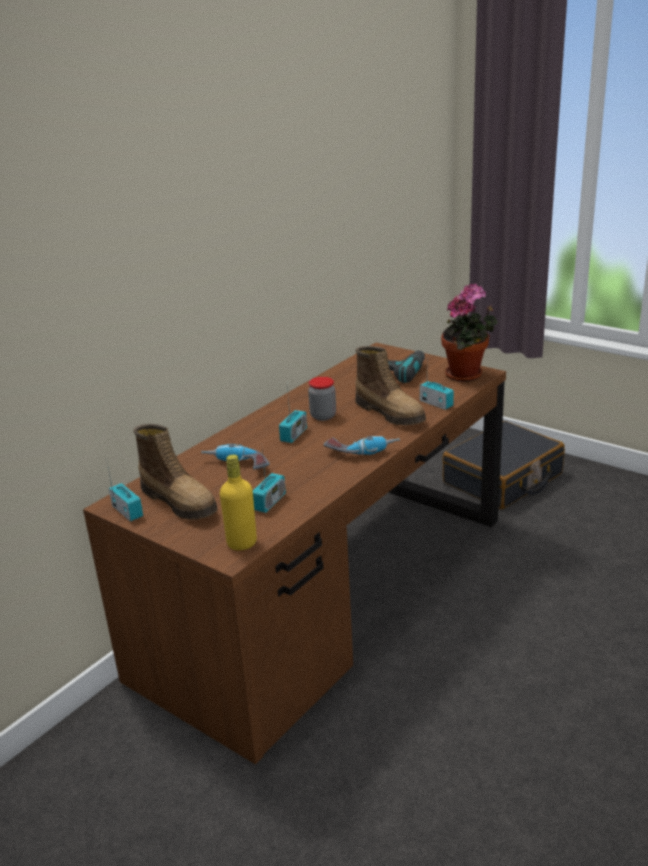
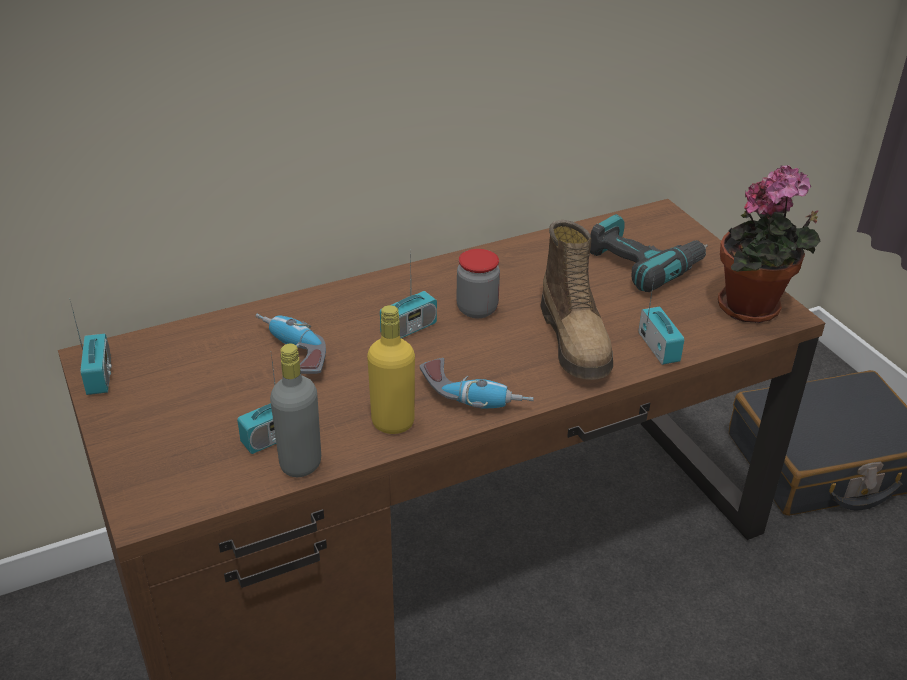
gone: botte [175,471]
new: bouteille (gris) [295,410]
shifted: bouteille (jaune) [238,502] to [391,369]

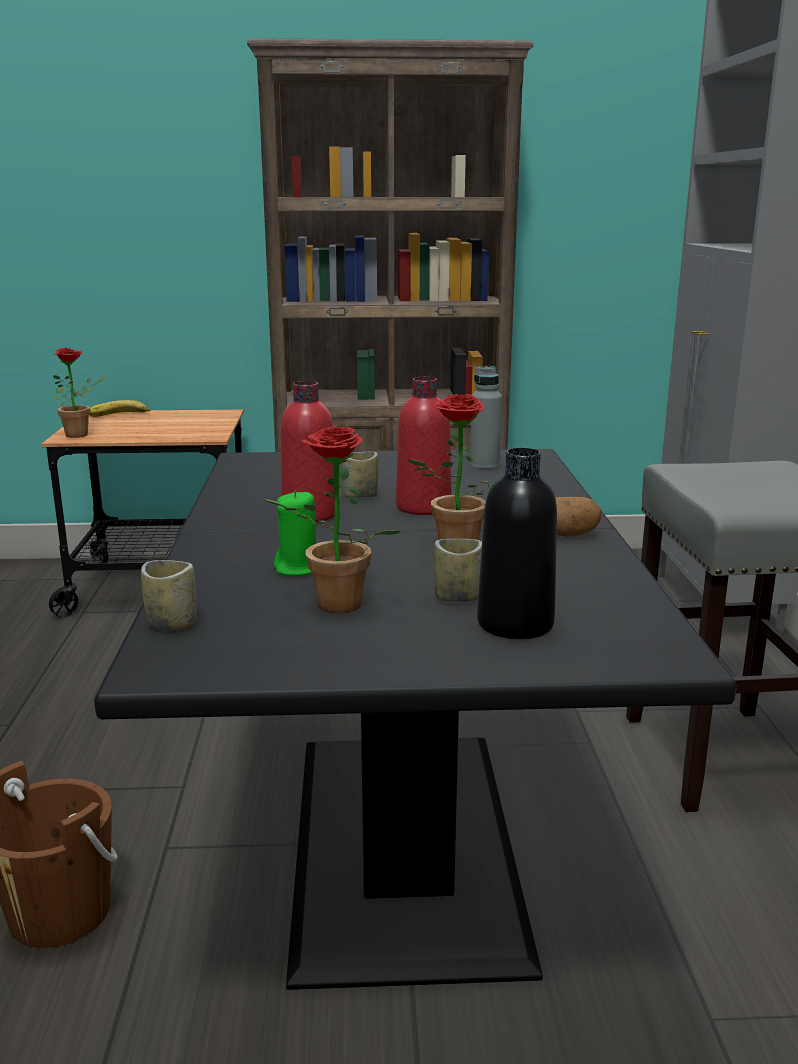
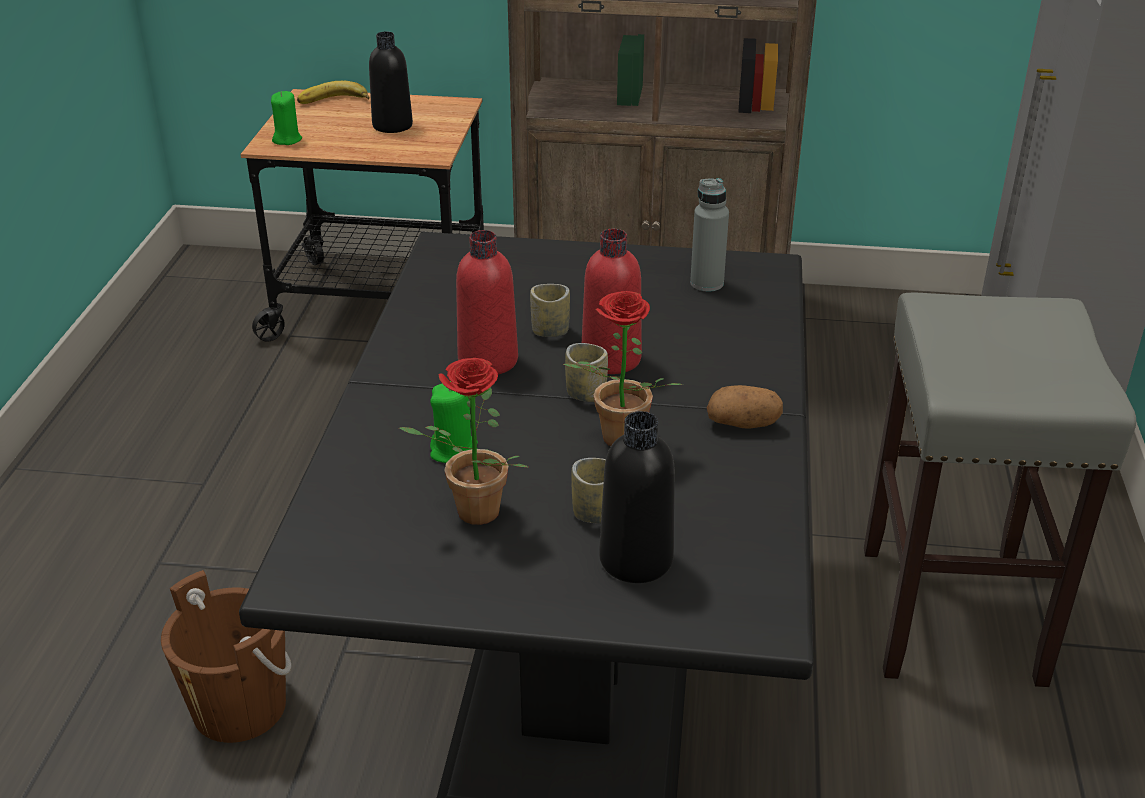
new: bouteille (noir) [391,82]
shifted: tasse [168,594] to [586,372]
swapped: plante en pot [80,393] to bougie (vert) [286,118]

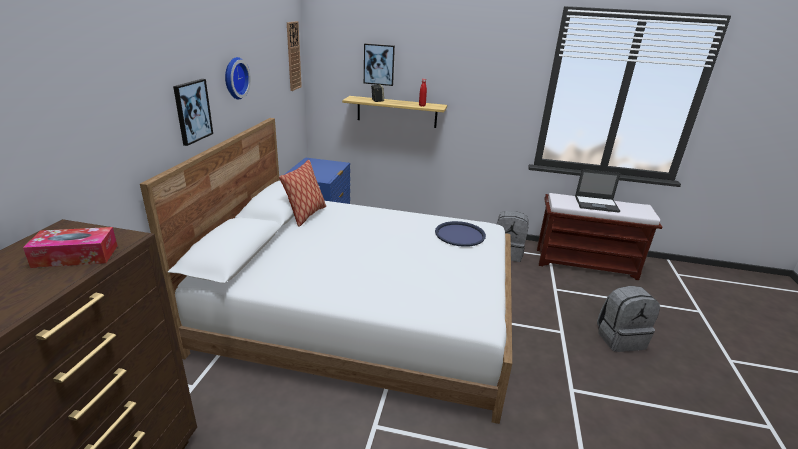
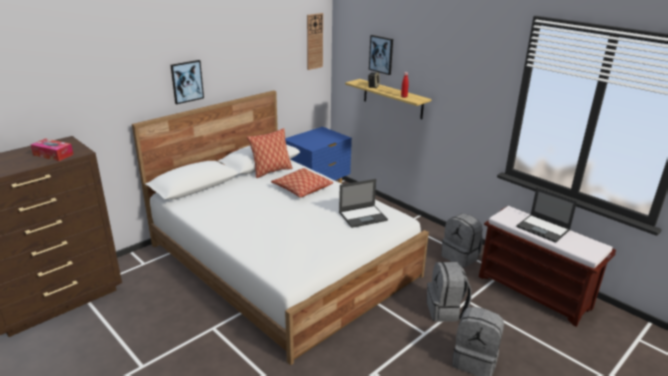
gone: horloge murale [238,78]
new: coussin [302,183]; sac à dos (gris) [449,292]
swapped: plateau (bleu) [460,234] to ordinateur portable [363,203]

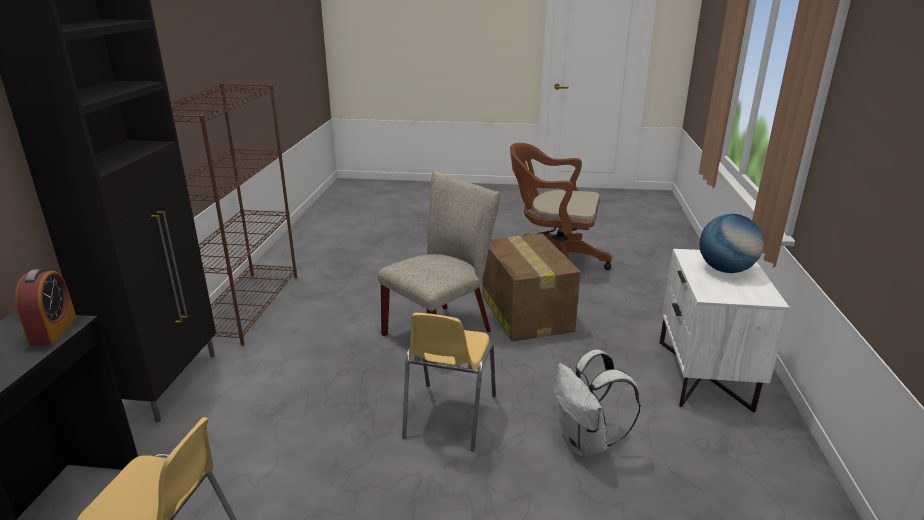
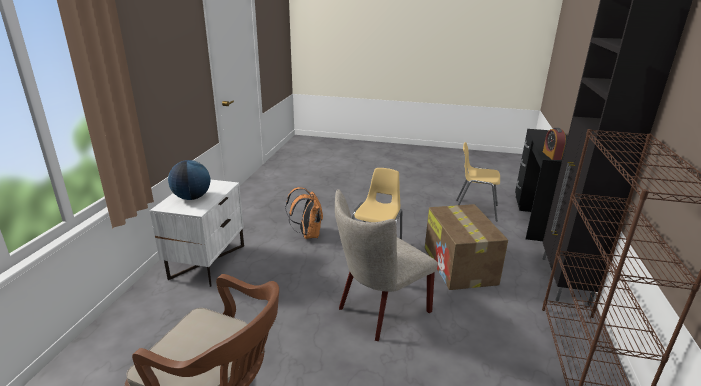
shifted: carton [531,287] to [466,247]
repainted: sac à dos (blanc) [597,403] to sac à dos (orange) [304,213]

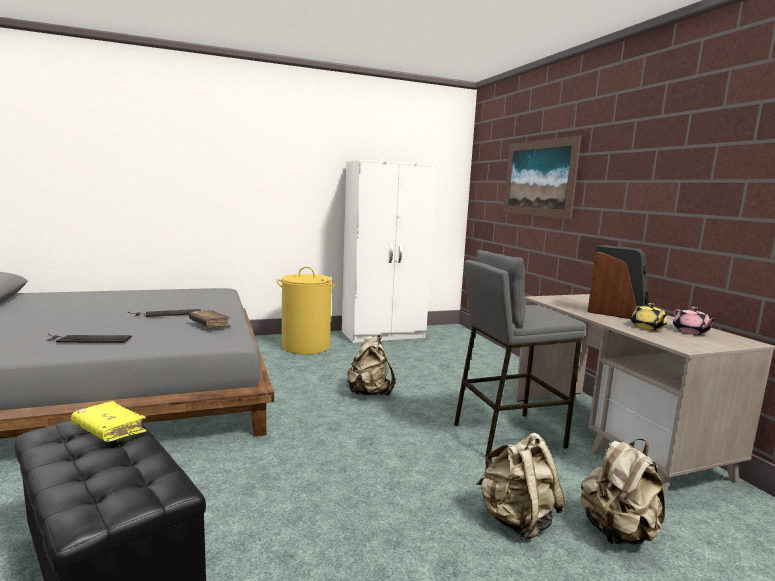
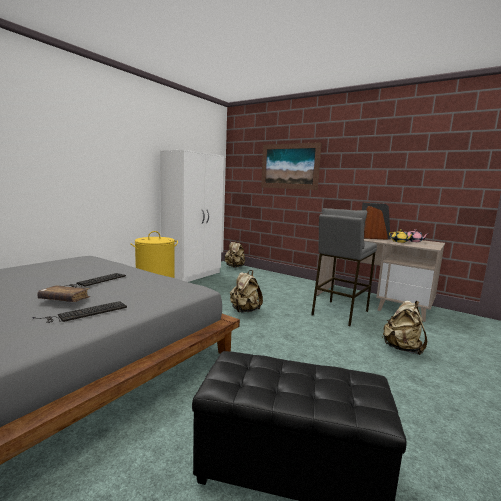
gone: livre (jaune) [109,421]
shifted: livre (marron) [210,318] to [63,293]; sac à dos (beige) [623,492] to [235,254]

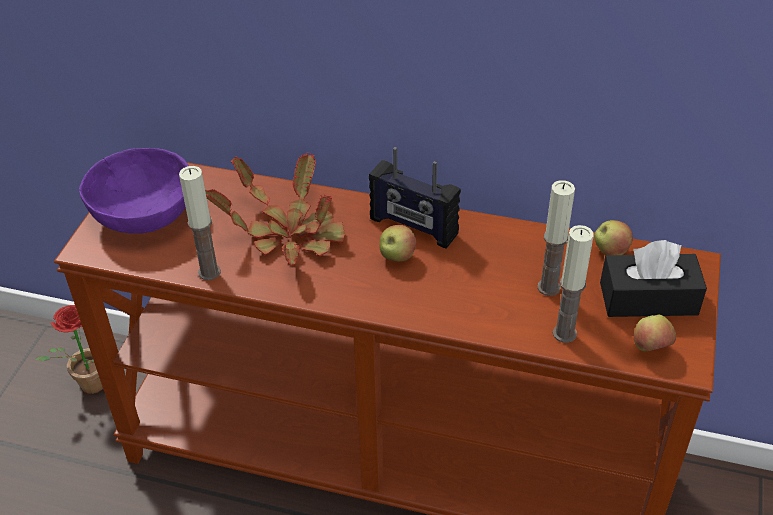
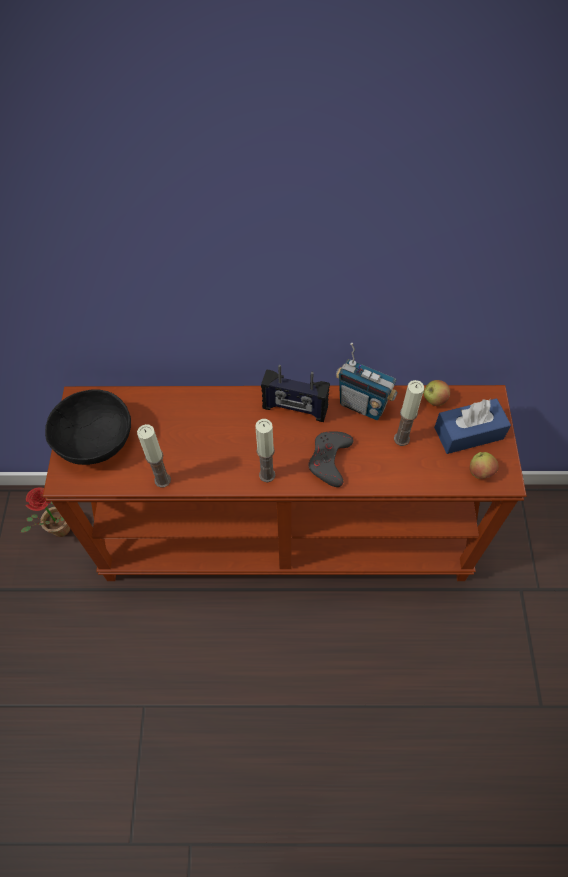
gone: plante en pot [275,208]; pomme [397,243]
new: manette (gris) [331,459]; radio [366,381]
shifted: bougie [573,284] to [265,450]
repainted: bol (violet) [134,191] to bol (noir) [88,427]; boîte à mouchoirs (noir) [653,278] to boîte à mouchoirs (bleu) [472,426]

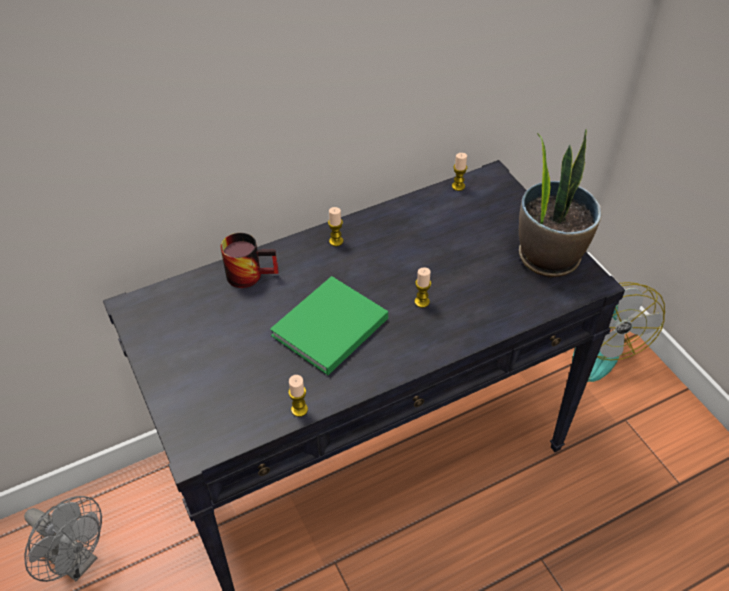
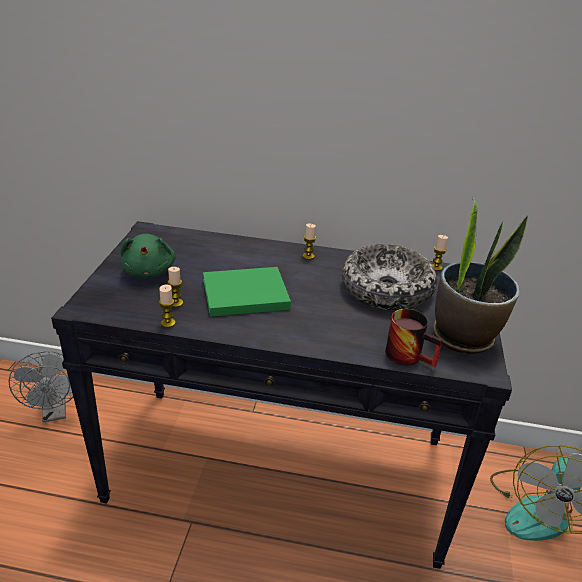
new: peluche (vert) [148,256]; bol [389,277]
shifted: mug [249,260] to [413,338]; bougie [423,287] to [175,287]

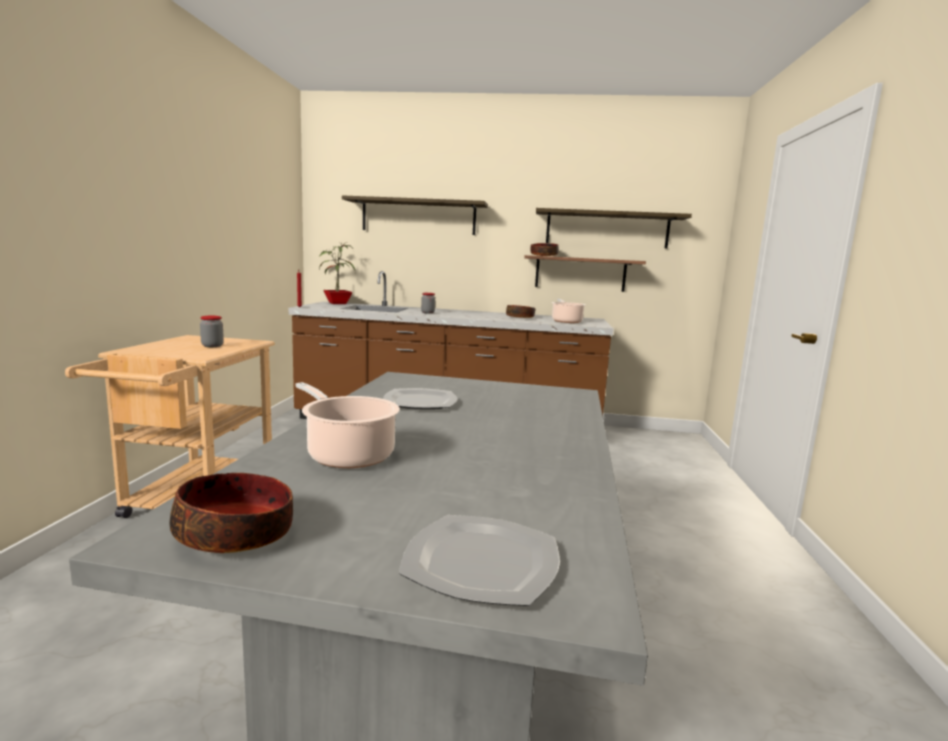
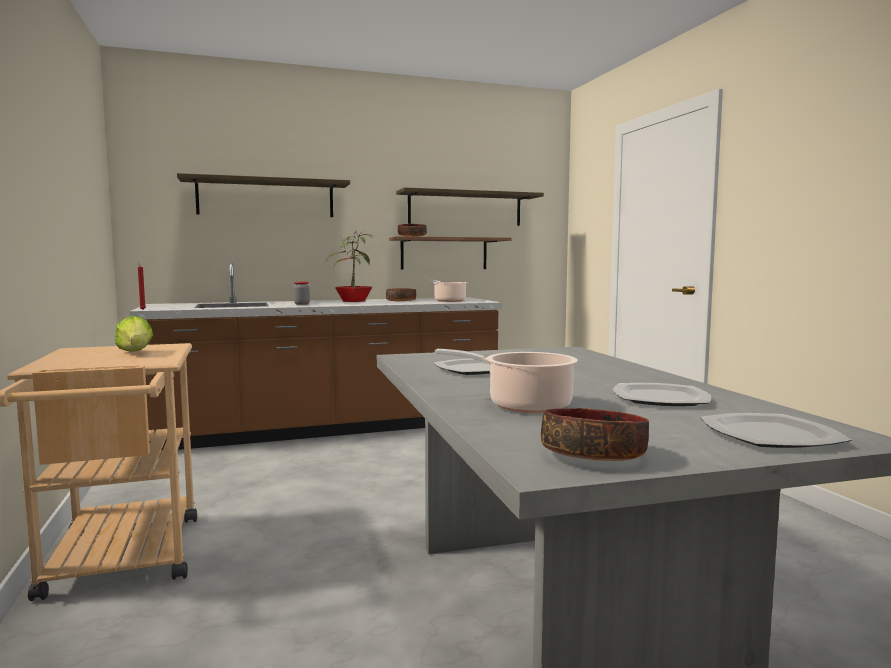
new: assiette [662,394]
shifted: plante en pot [337,273] to [349,266]
swapped: bocal [212,331] to laitue [134,334]

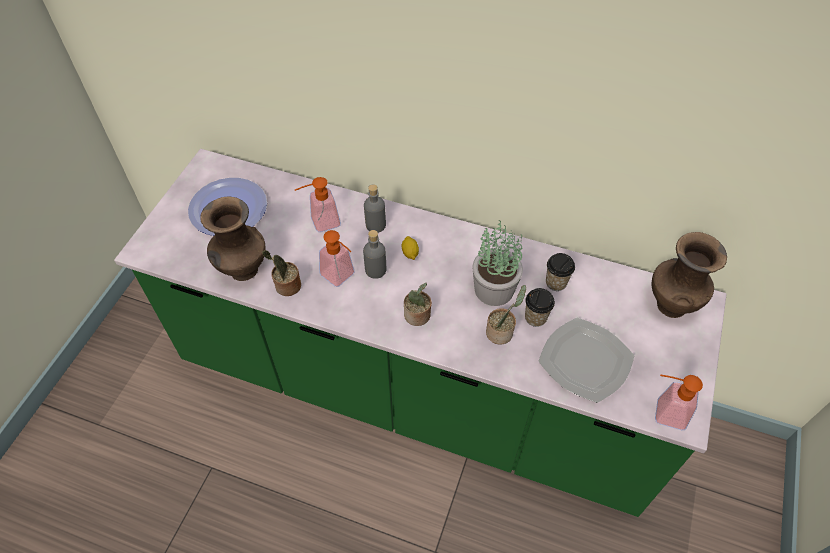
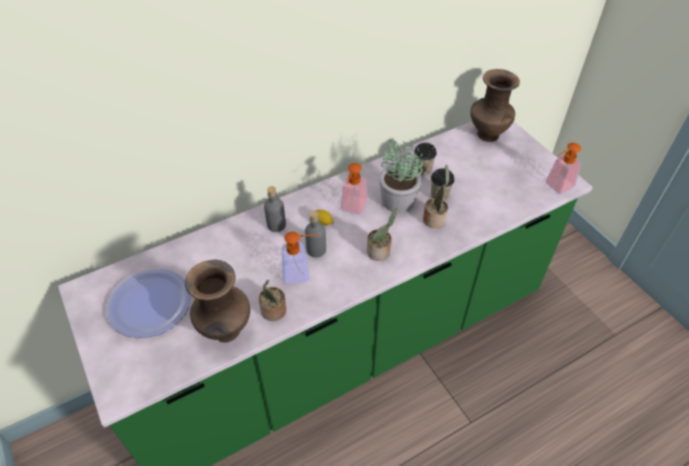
gone: assiette [586,360]
shifted: distributeur de savon [318,204] to [354,189]

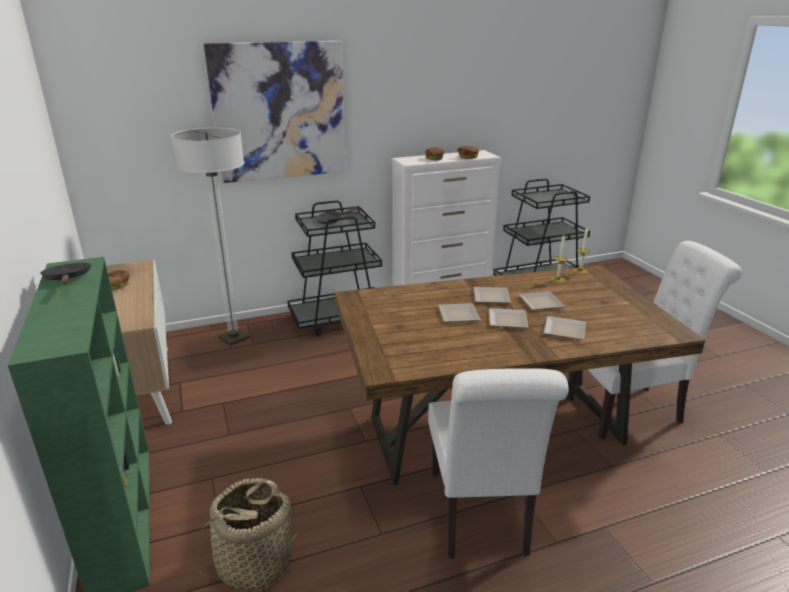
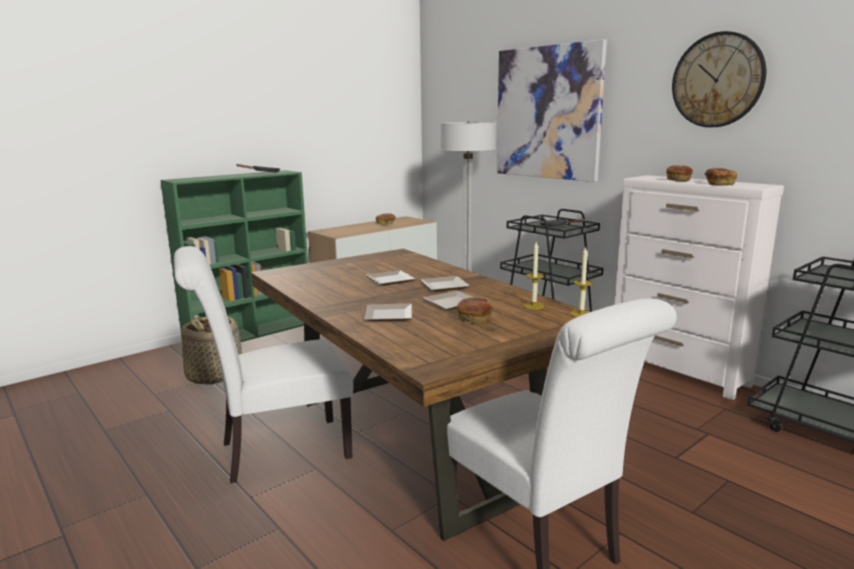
gone: assiette [508,318]
new: pain [475,310]; horloge murale [719,79]

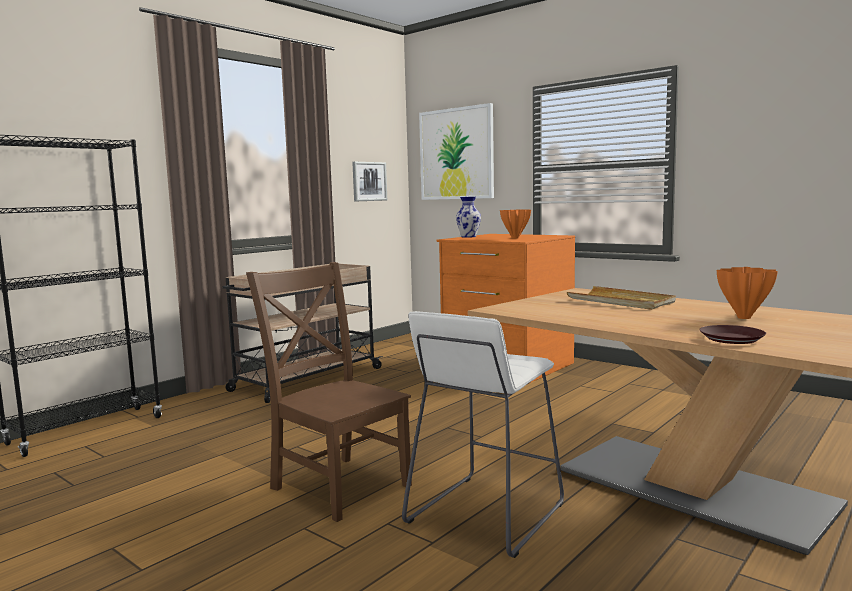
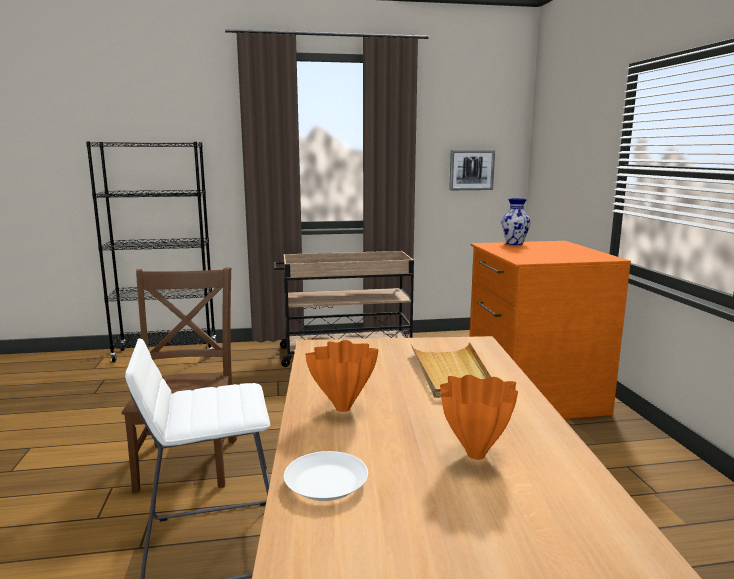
gone: tableau [456,151]
shifted: vase (orange) [515,224] to [341,376]
repainted: assiette (marron) [732,334] to assiette (blanc) [326,476]

